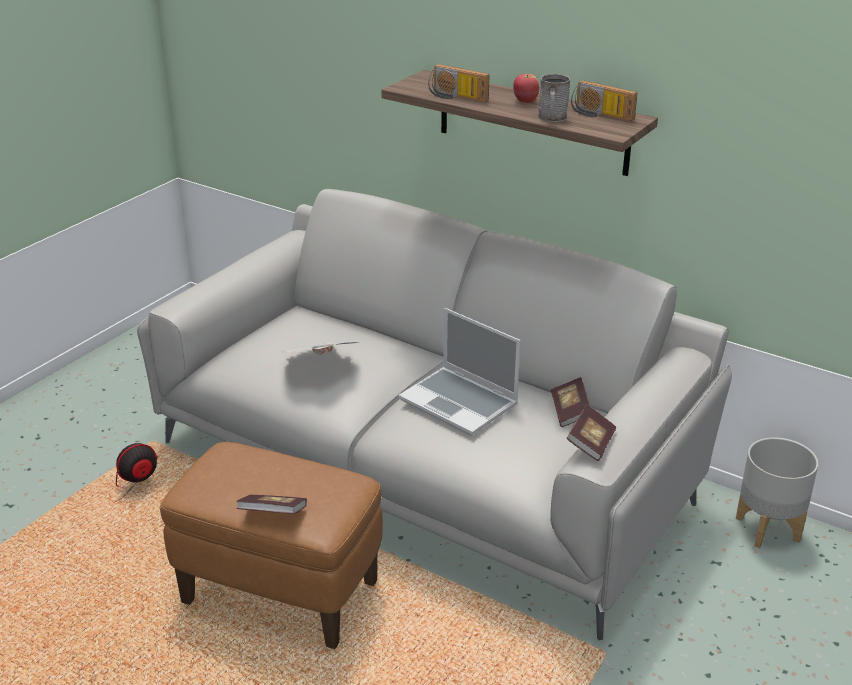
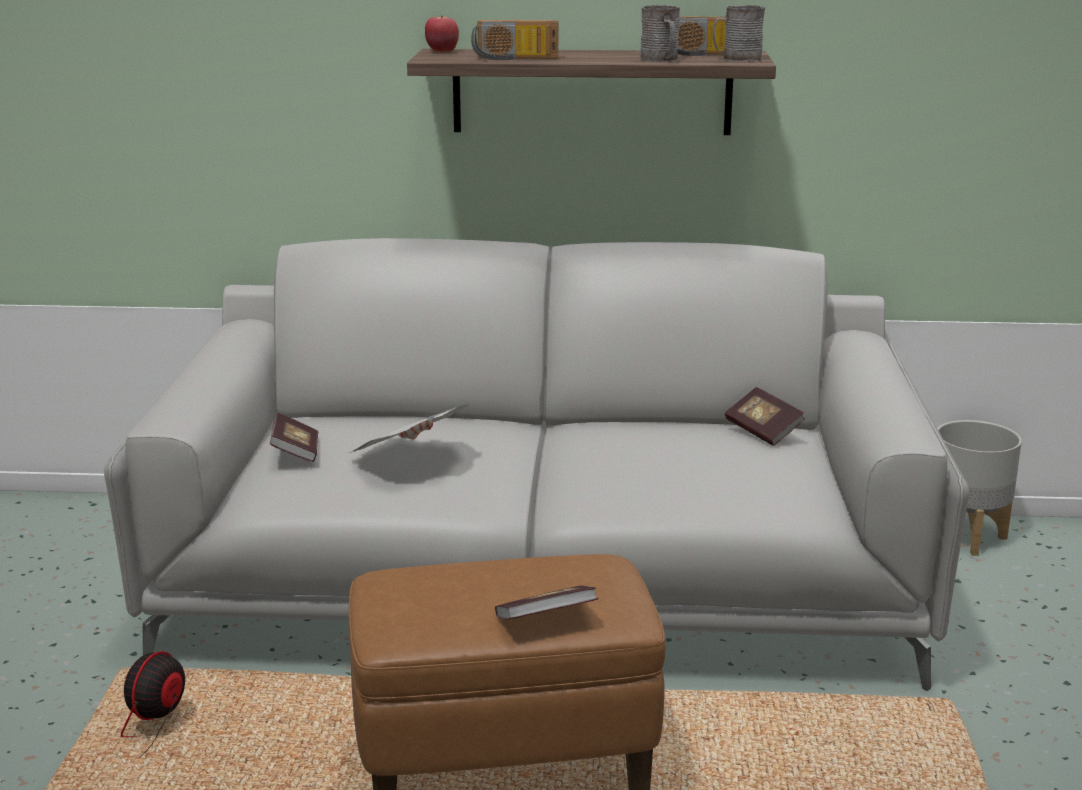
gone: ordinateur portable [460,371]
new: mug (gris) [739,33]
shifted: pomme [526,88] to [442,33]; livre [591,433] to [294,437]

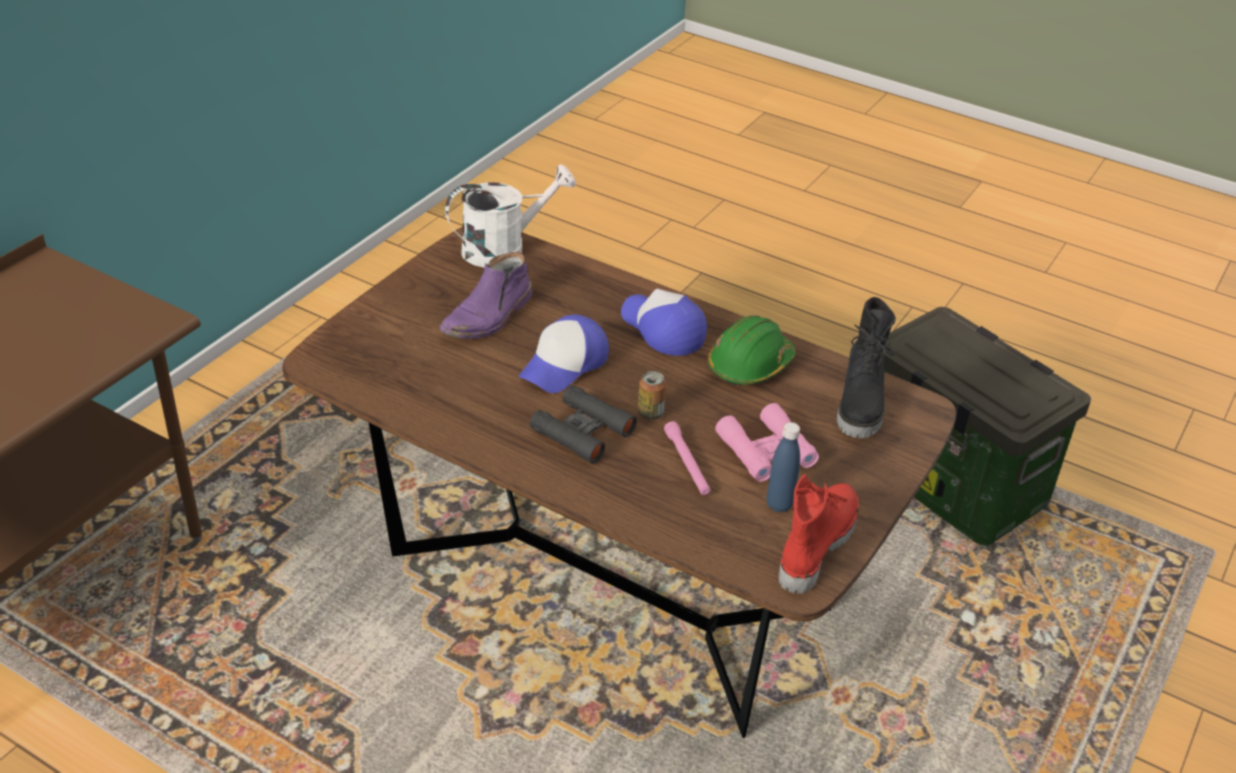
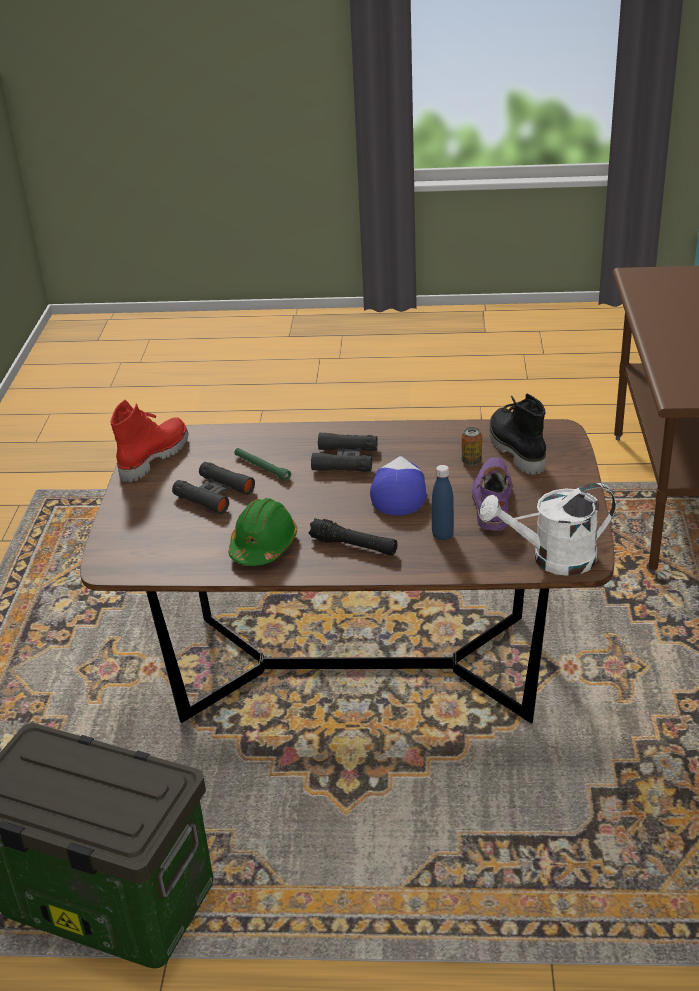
shifted: boîte métallique [652,395] to [472,446]; bouteille (bleu) [783,467] to [443,502]; botte (noir) [866,367] to [518,434]
swapped: casquette [664,322] to lampe de poche (noir) [352,537]
repainted: lampe de poche (rose) [687,458] to lampe de poche (vert) [262,464]; jumelles (rose) [767,442] to jumelles (noir) [213,488]
rotated: arrosoir (blanc) [510,216] = [548,529] 45 degrees clockwise; botte (rouge) [819,534] = [149,441] 150 degrees counterclockwise

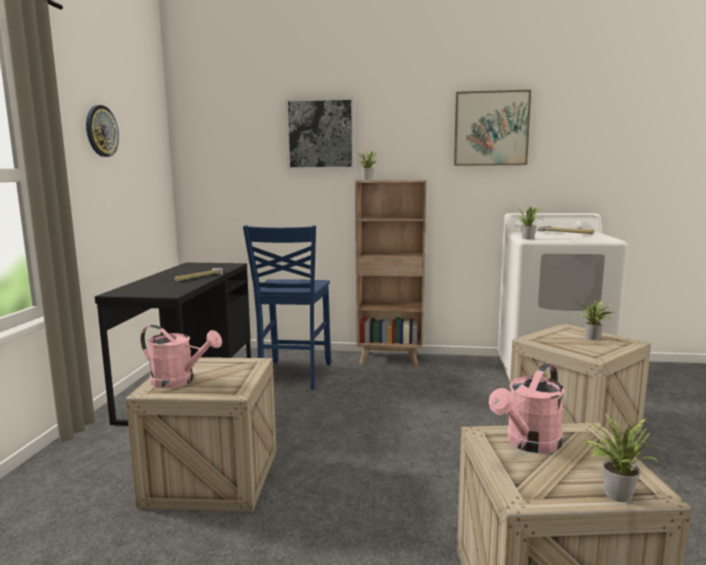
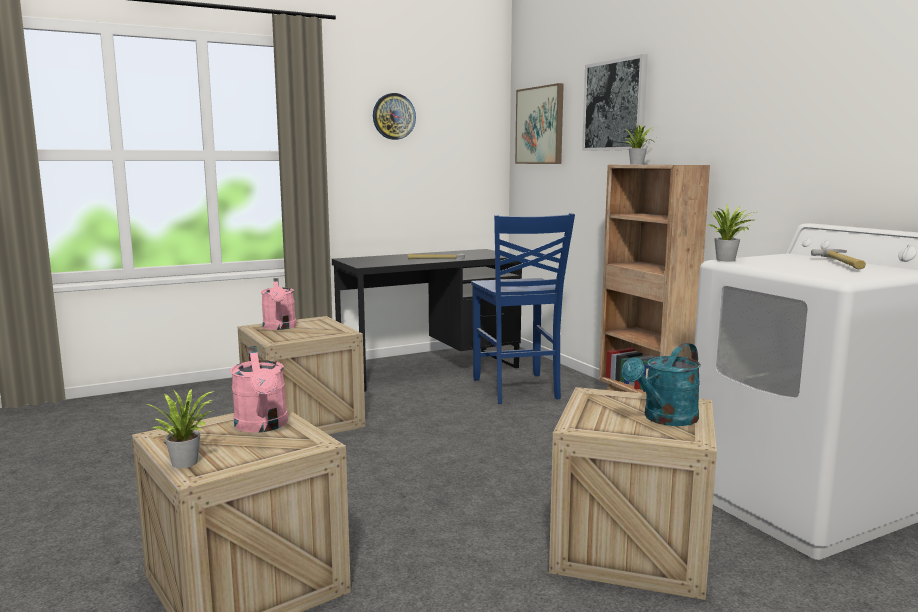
shifted: tableau [492,128] to [539,123]
swapped: plante en pot [596,319] to arrosoir (turquoise) [661,384]
rotated: chaise (bleu) [287,307] = [523,308] 75 degrees counterclockwise; arrosoir (rose) [527,408] = [259,389] 120 degrees counterclockwise

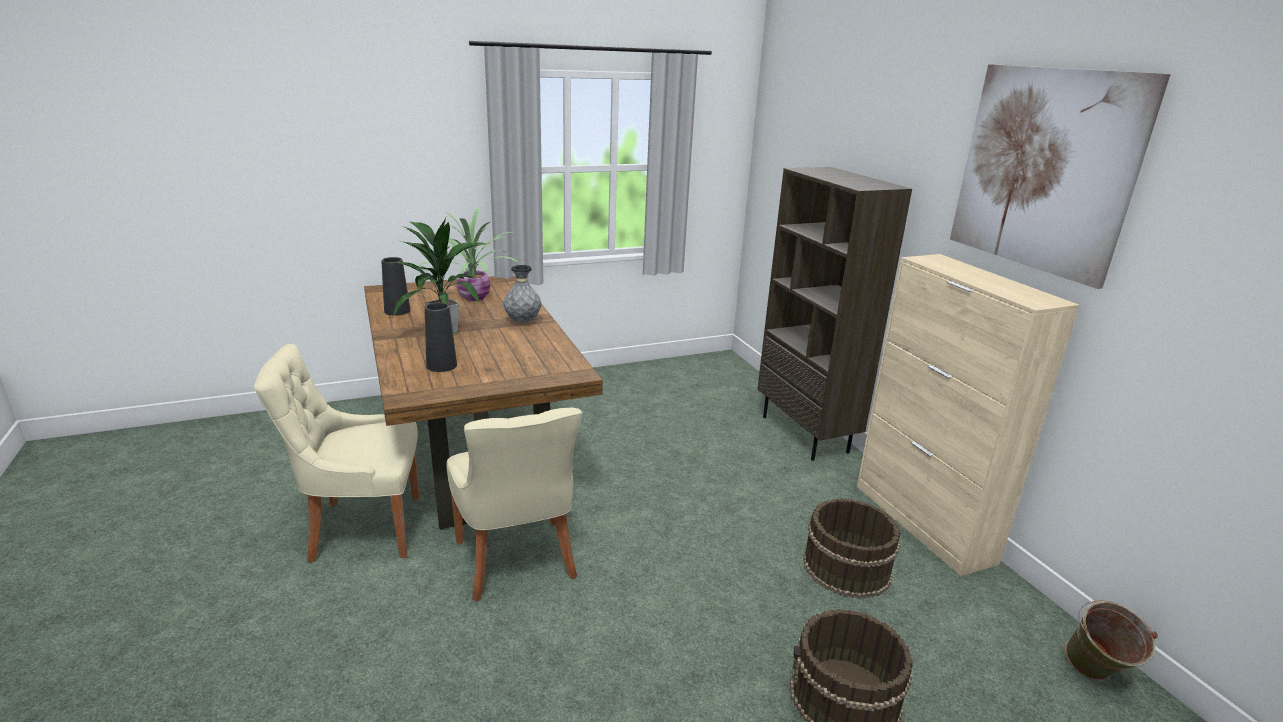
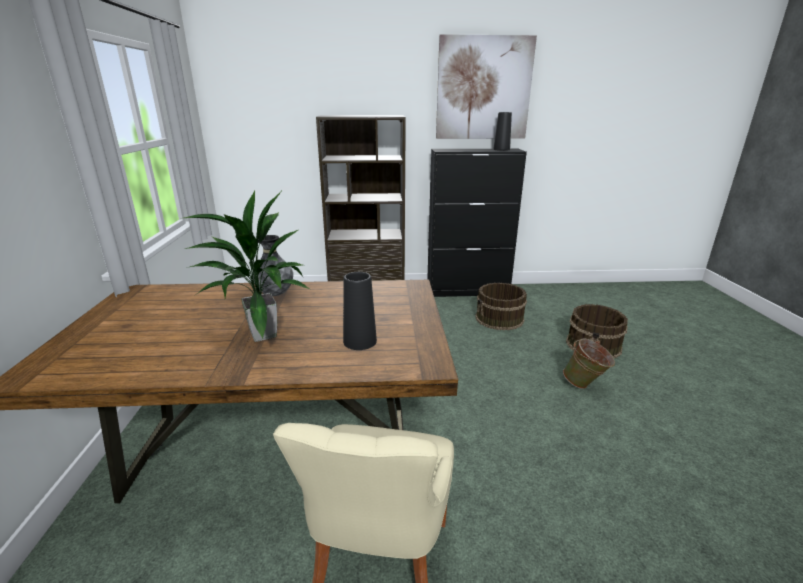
gone: plante en pot [469,254]; chaise (beige) [514,504]
shifted: vase (noir) [396,286] to [502,131]; seau (vert) [1111,640] to [589,363]
repainted: meuble de rangement (beige) [968,415] to meuble de rangement (noir) [477,223]

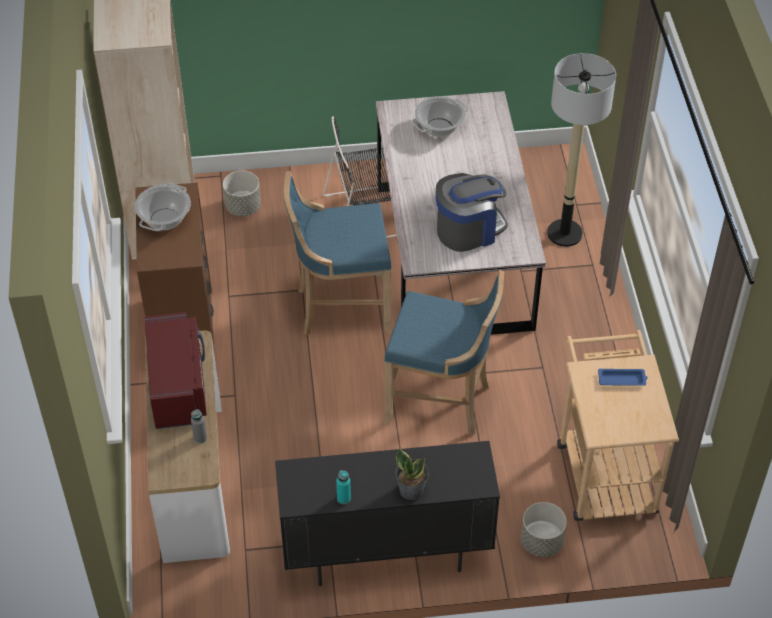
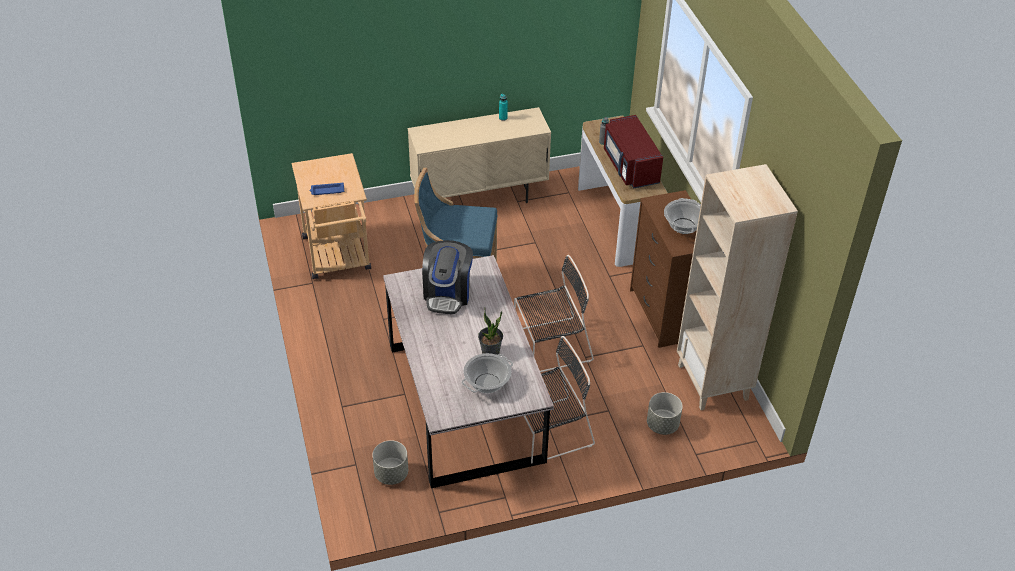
gone: lampadaire [581,150]
shifted: plante en pot [412,474] to [490,331]; cache-pot (gris) [544,529] to [390,462]
swapped: tabouret (bleu) [338,253] to chaise (noir) [554,313]
repainted: meuble de rangement (noir) [387,513] to meuble de rangement (beige) [479,155]
rotated: machine à café [472,212] = [447,277] 45 degrees counterclockwise

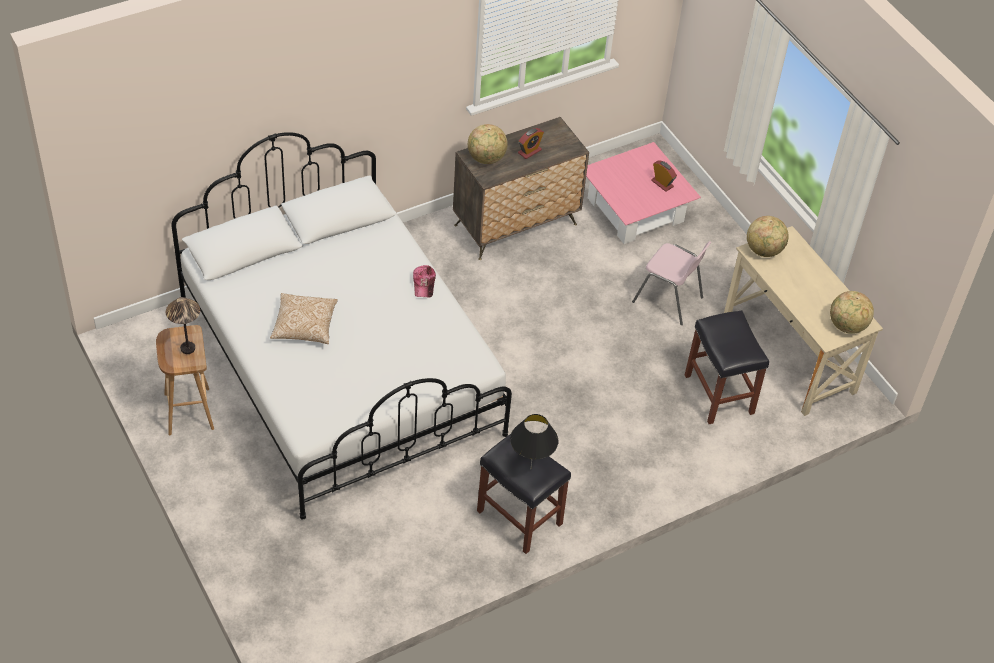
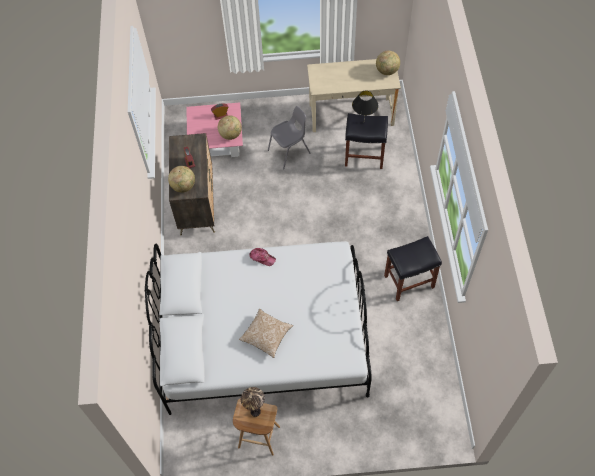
shifted: lampe de table (noir) [534,442] to [365,104]; globe [768,236] to [230,127]
repainted: chaise (rose) [672,283] to chaise (gris) [289,138]

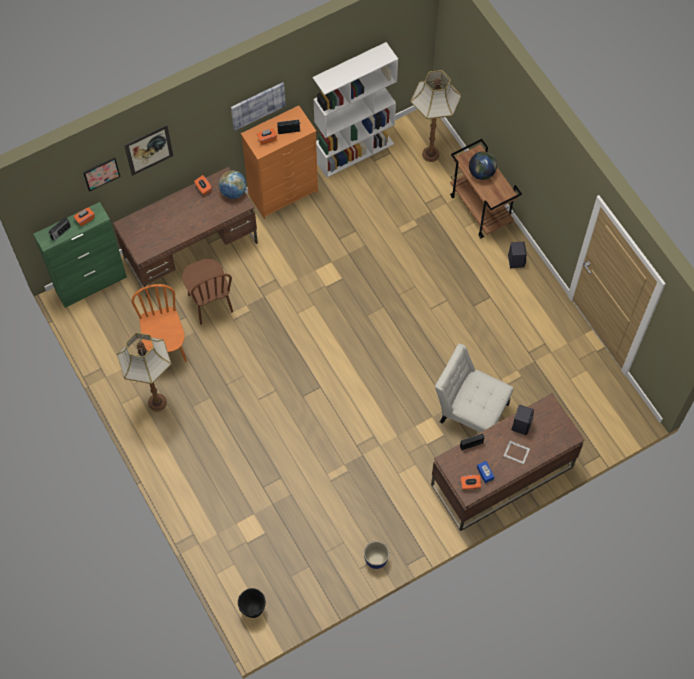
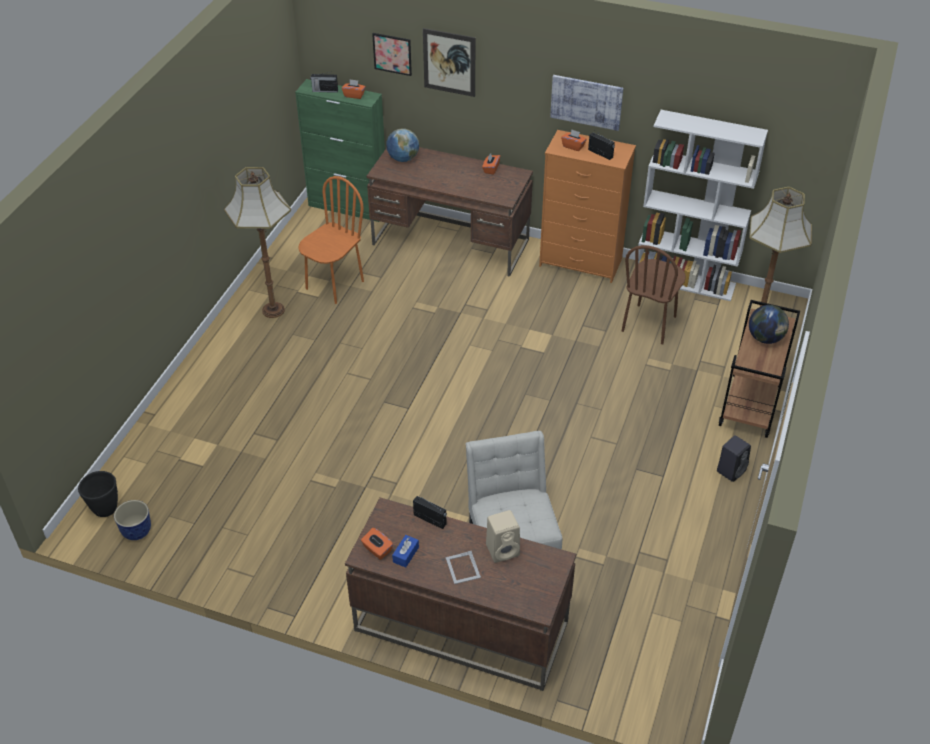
shifted: chaise (marron) [207,292] to [654,294]; globe [232,184] to [402,145]; cache-pot [376,555] to [132,520]
repainted: enceinte (noir) [522,420] to enceinte (beige) [503,536]

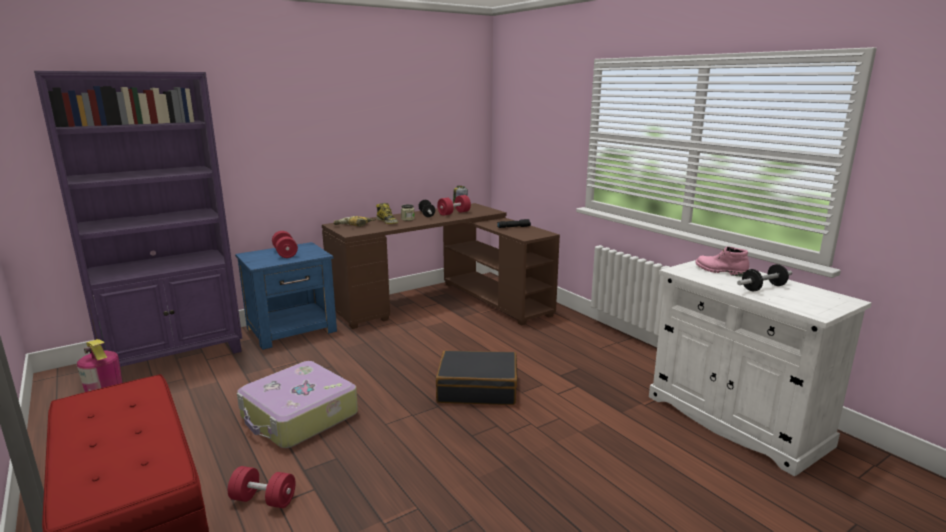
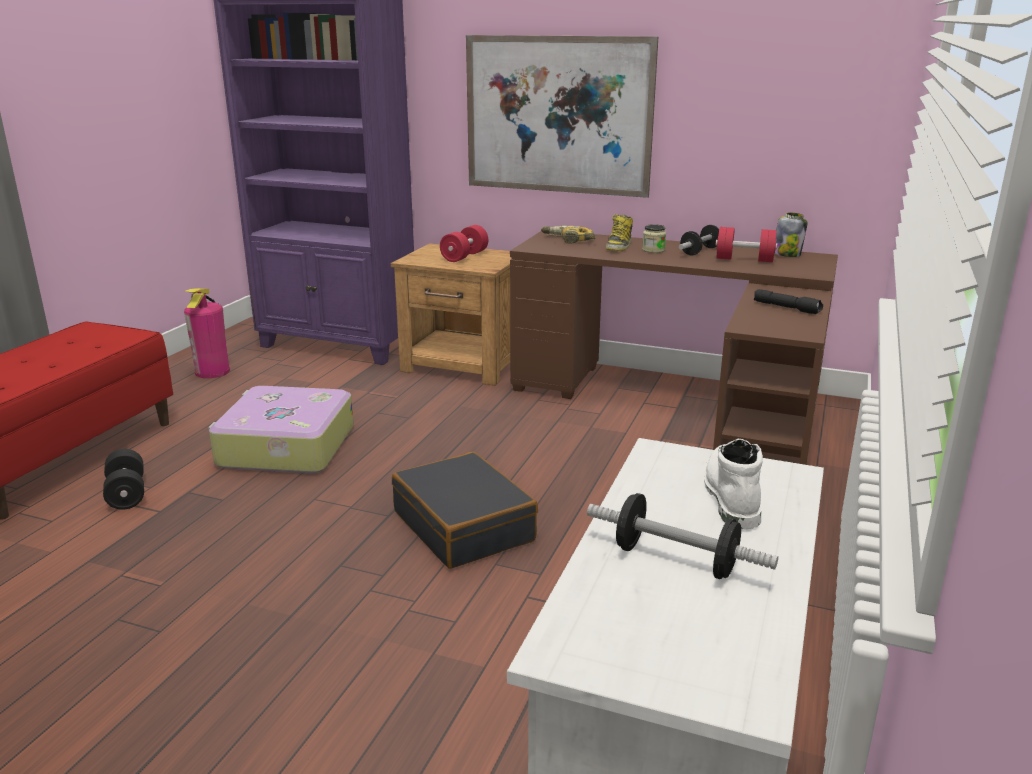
new: tableau [562,116]
repainted: haltère (rouge) [262,487] to haltère (noir) [123,479]; table de chevet (bleu) [286,296] to table de chevet (marron) [451,314]; botte (rose) [722,261] to botte (blanc) [733,484]

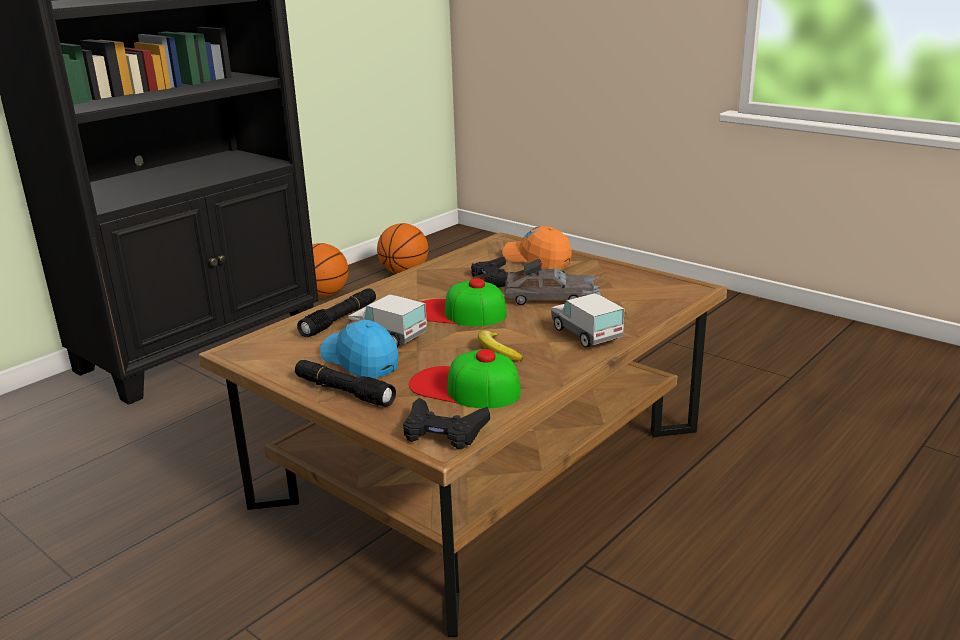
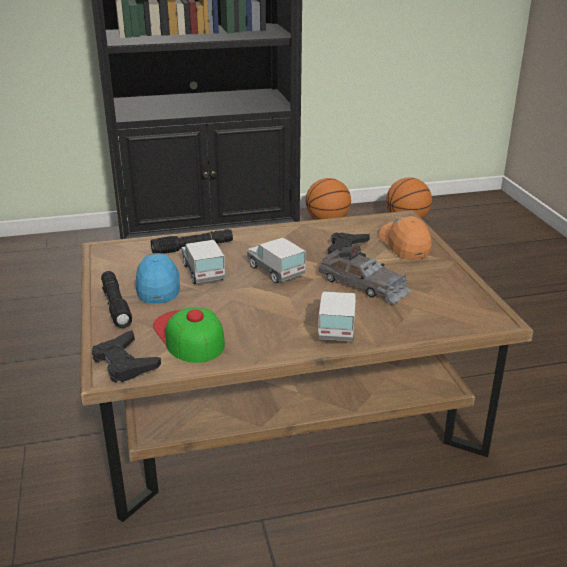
gone: banane [500,345]
swapped: casquette [464,302] to camion jouet [276,260]

